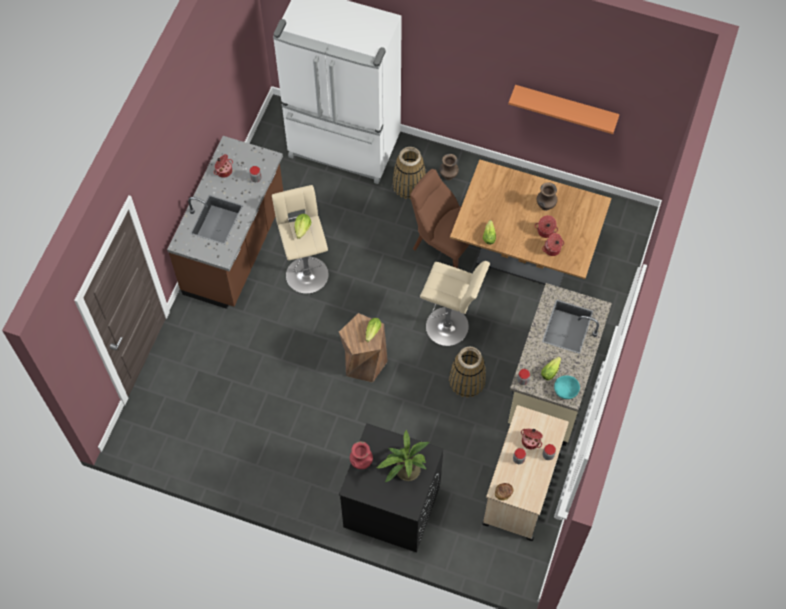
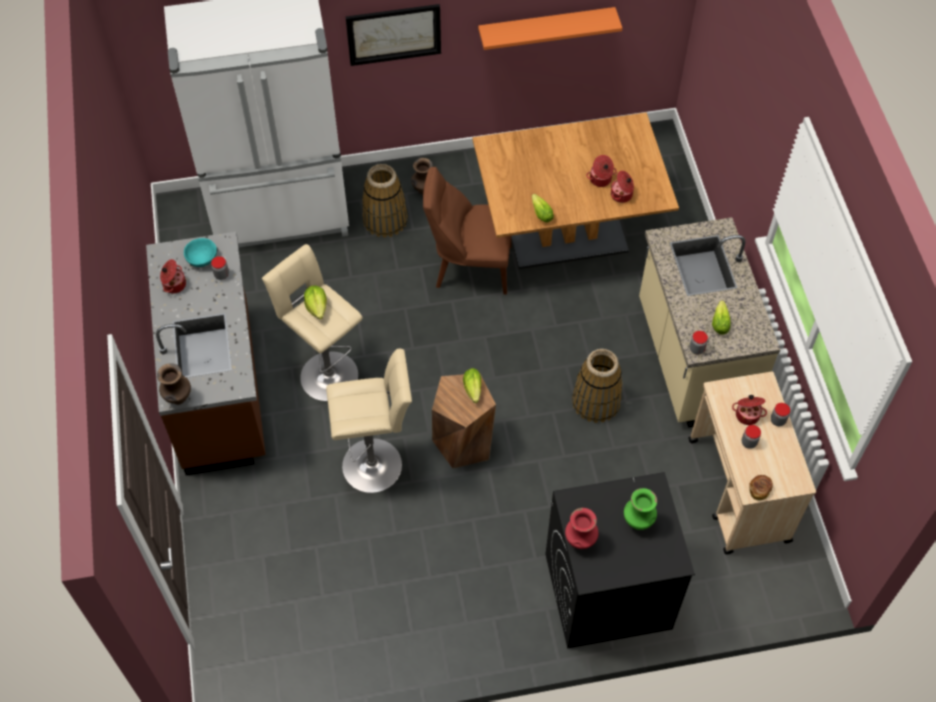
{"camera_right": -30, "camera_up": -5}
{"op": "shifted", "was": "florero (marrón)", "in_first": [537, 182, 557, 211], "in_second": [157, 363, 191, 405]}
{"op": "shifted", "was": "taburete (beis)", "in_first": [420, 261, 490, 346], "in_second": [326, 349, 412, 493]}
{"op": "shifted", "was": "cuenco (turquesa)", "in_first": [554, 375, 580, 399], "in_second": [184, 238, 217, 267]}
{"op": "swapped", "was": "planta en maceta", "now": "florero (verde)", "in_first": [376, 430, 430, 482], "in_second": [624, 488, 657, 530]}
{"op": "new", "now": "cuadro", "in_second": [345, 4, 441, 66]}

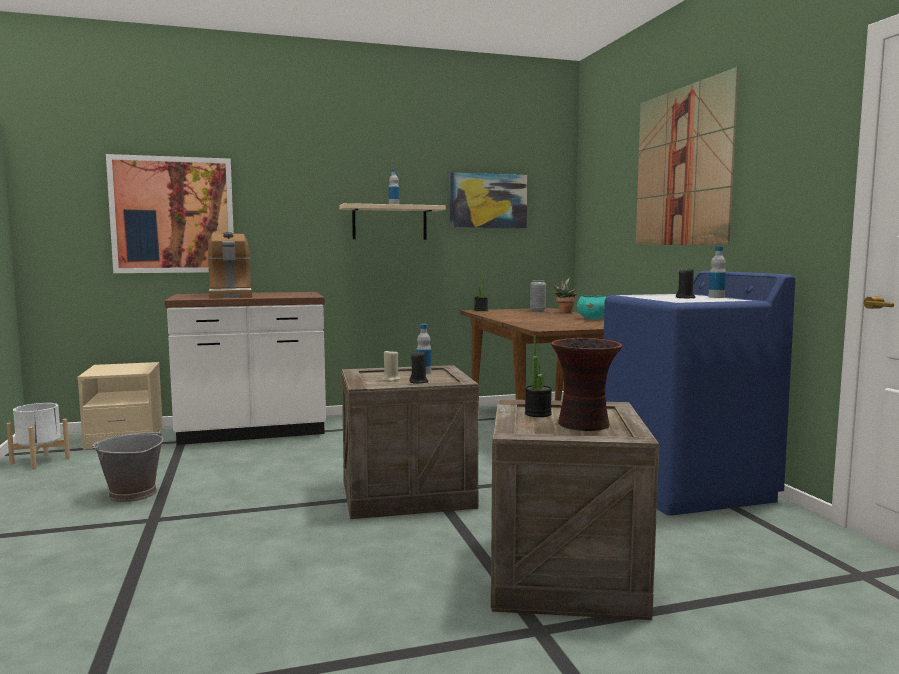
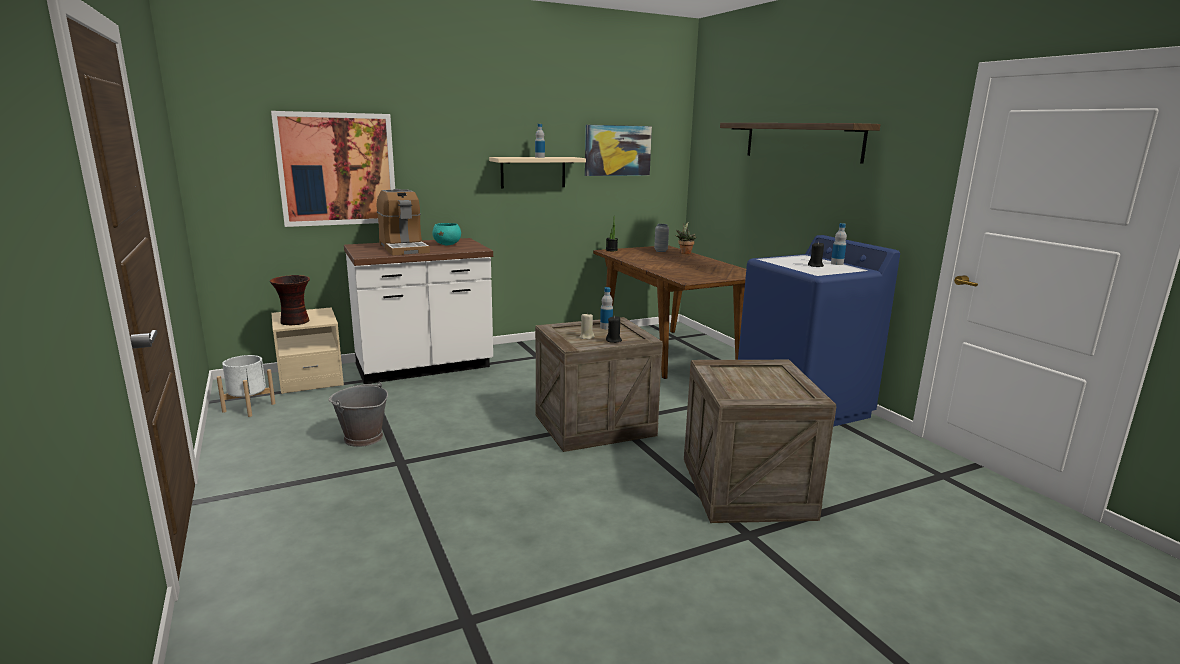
{"camera_right": -10, "camera_up": 10}
{"op": "swapped", "was": "cuadro", "now": "estante", "in_first": [636, 67, 739, 245], "in_second": [720, 123, 881, 164]}
{"op": "shifted", "was": "cuenco (turquesa)", "in_first": [577, 296, 606, 320], "in_second": [432, 223, 461, 245]}
{"op": "gone", "was": "planta en maceta", "in_first": [525, 335, 552, 417]}
{"op": "shifted", "was": "florero", "in_first": [551, 338, 622, 431], "in_second": [270, 275, 310, 325]}

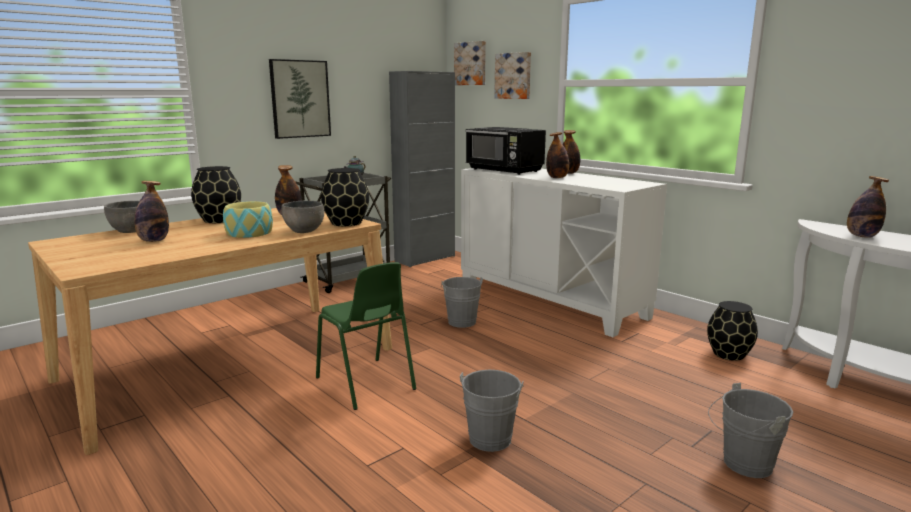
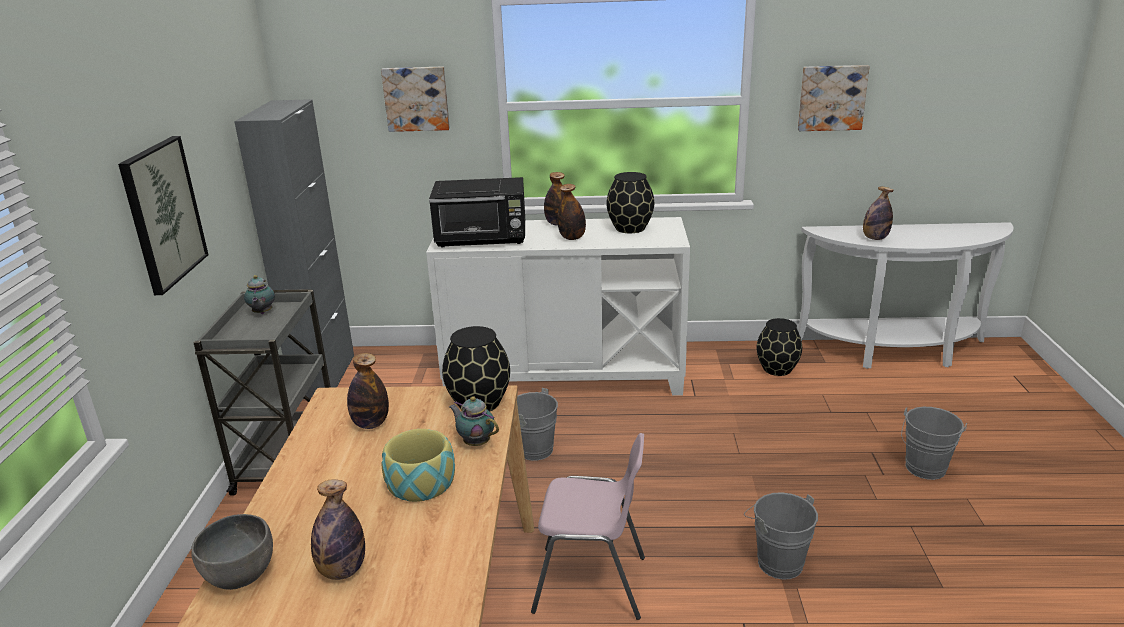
{"camera_right": -45, "camera_up": 10}
{"op": "shifted", "was": "cuadro", "in_first": [454, 41, 486, 85], "in_second": [798, 65, 870, 131]}
{"op": "shifted", "was": "florero (negro)", "in_first": [191, 166, 241, 223], "in_second": [606, 172, 654, 233]}
{"op": "swapped", "was": "cuenco (gris)", "now": "tetera", "in_first": [281, 201, 324, 233], "in_second": [449, 396, 499, 446]}
{"op": "repainted", "was": "silla (verde)", "now": "silla (rosa)", "in_first": [316, 262, 416, 410], "in_second": [531, 433, 645, 620]}

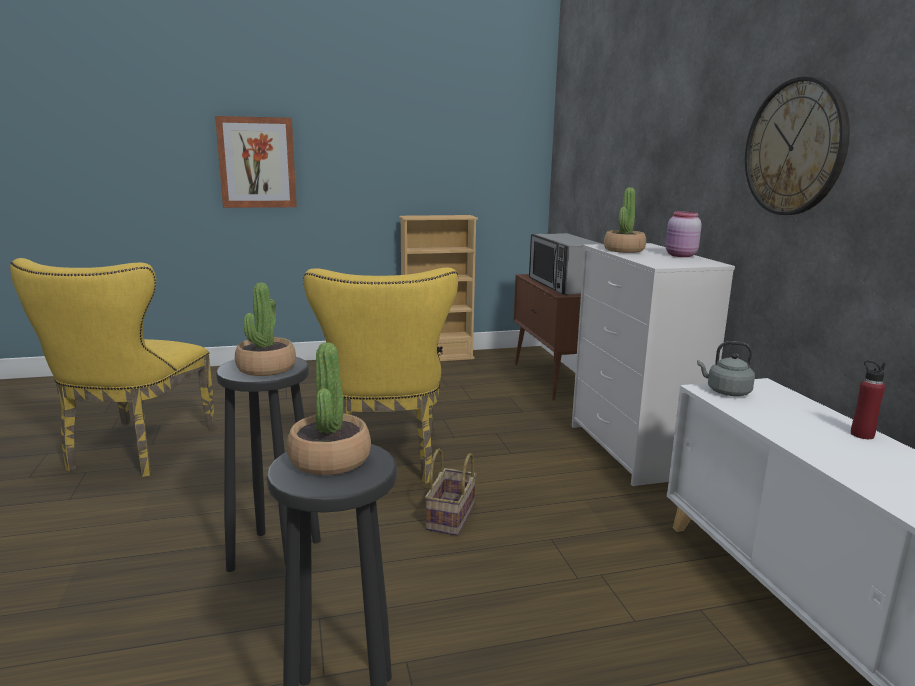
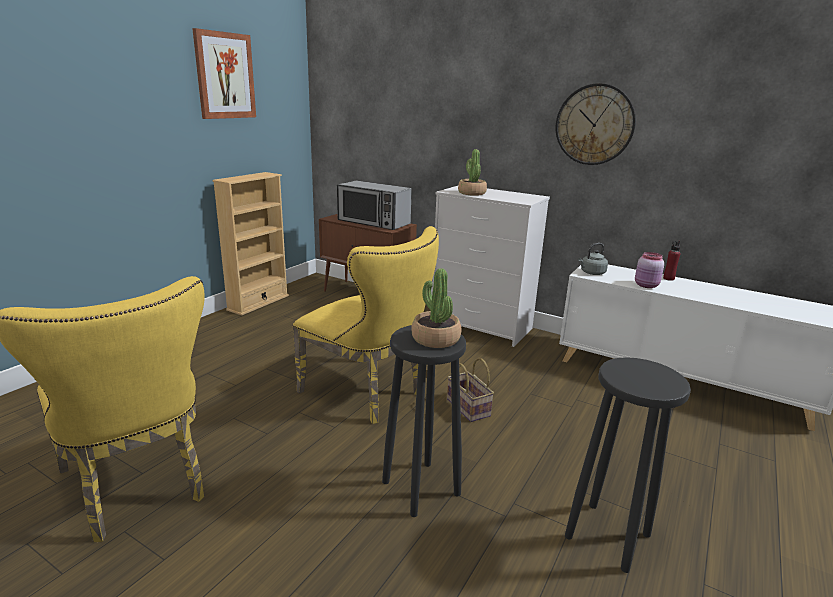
{"camera_right": -45, "camera_up": 5}
{"op": "shifted", "was": "cuadro", "in_first": [215, 116, 297, 208], "in_second": [192, 28, 256, 119]}
{"op": "shifted", "was": "tarro (rosa)", "in_first": [666, 211, 702, 257], "in_second": [635, 252, 664, 288]}
{"op": "gone", "was": "planta en maceta", "in_first": [287, 342, 371, 475]}

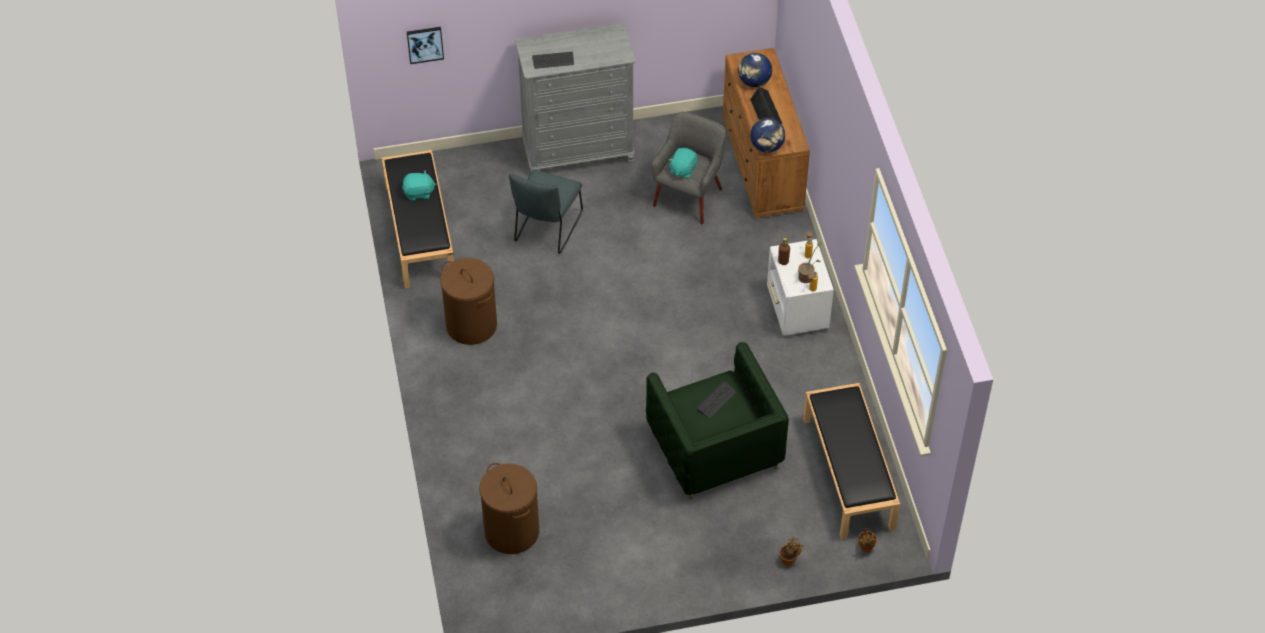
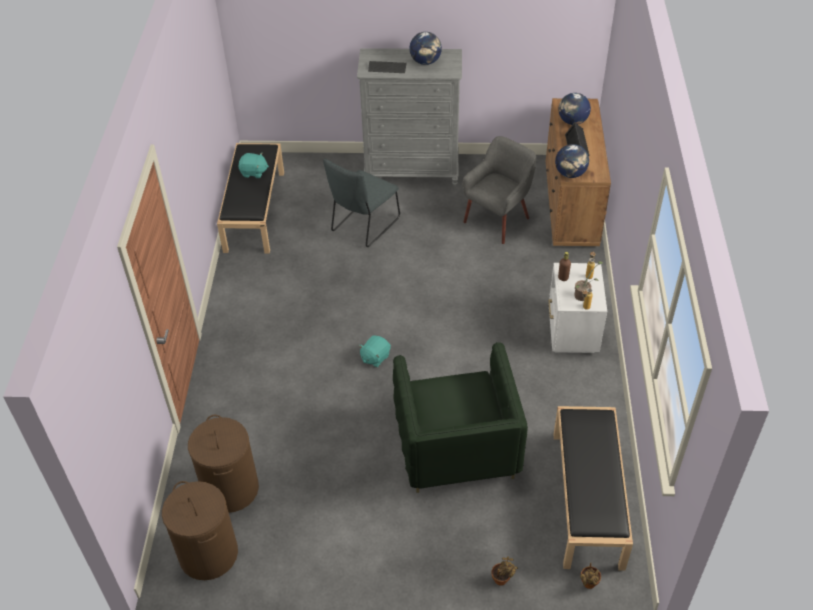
{"camera_right": 15, "camera_up": -5}
{"op": "gone", "was": "cuadro", "in_first": [407, 27, 444, 64]}
{"op": "shifted", "was": "peluche (turquesa)", "in_first": [668, 148, 697, 178], "in_second": [359, 335, 391, 367]}
{"op": "shifted", "was": "cesto de la ropa (marrón)", "in_first": [440, 258, 497, 345], "in_second": [162, 481, 238, 580]}
{"op": "gone", "was": "teclado", "in_first": [697, 381, 736, 418]}
{"op": "new", "now": "globo terráqueo", "in_second": [409, 32, 442, 65]}

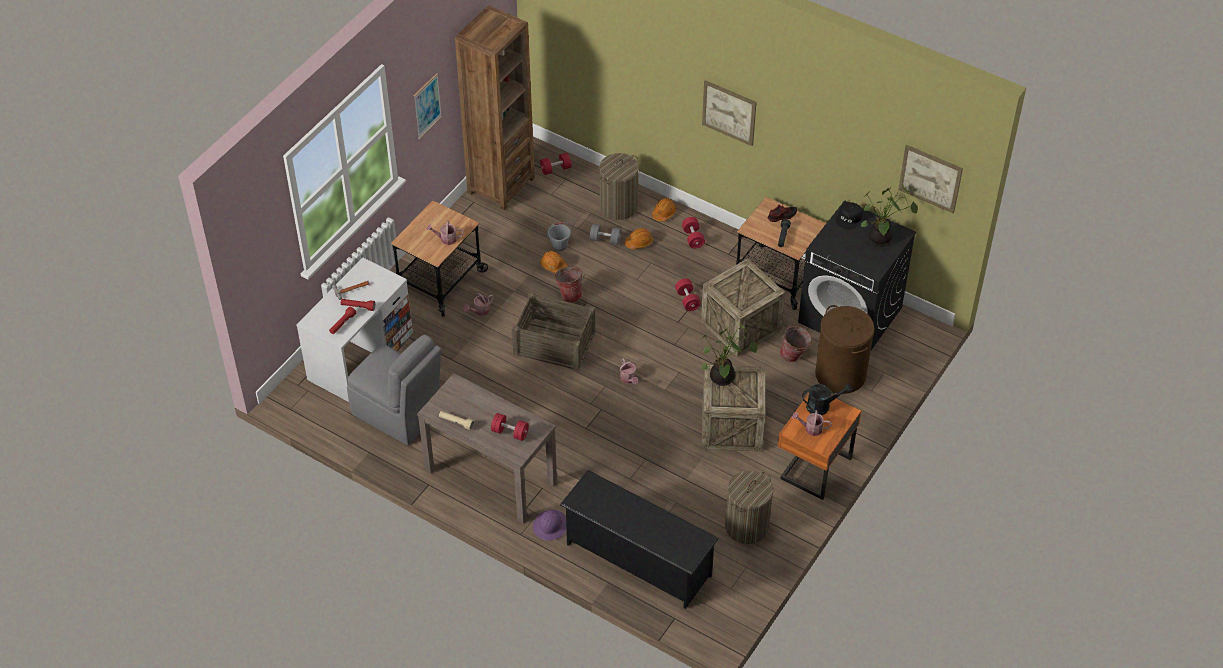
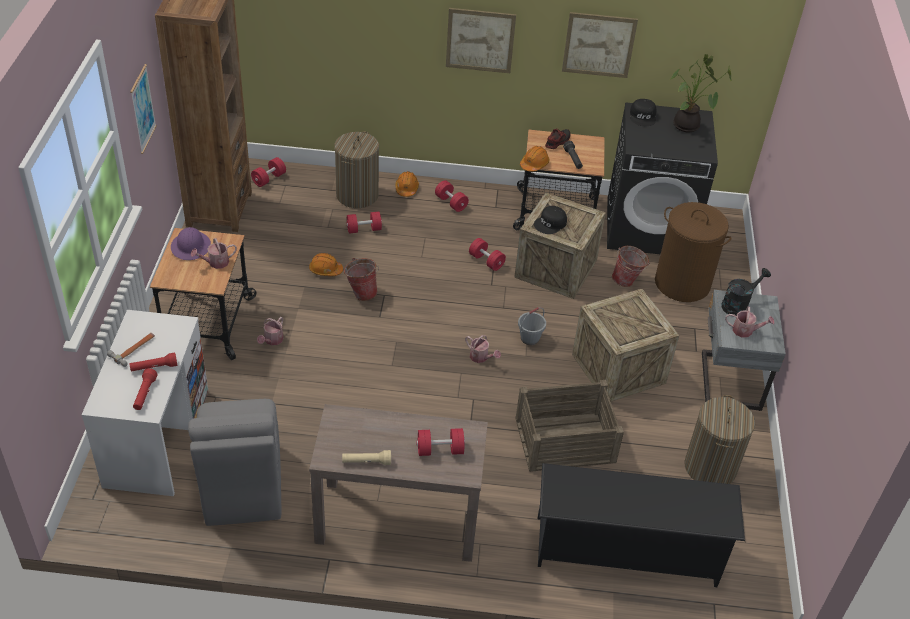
{"camera_right": -30, "camera_up": -5}
{"op": "shifted", "was": "cuadro", "in_first": [898, 145, 963, 213], "in_second": [562, 12, 638, 78]}
{"op": "shifted", "was": "cubo (gris)", "in_first": [547, 222, 572, 251], "in_second": [518, 307, 546, 345]}
{"op": "repainted", "was": "mancuerna (gris)", "now": "mancuerna (rojo)", "in_first": [590, 224, 621, 245], "in_second": [347, 212, 382, 234]}
{"op": "shifted", "was": "casco (naranja)", "in_first": [625, 228, 653, 249], "in_second": [520, 146, 549, 172]}
{"op": "shifted", "was": "caja de embalaje", "in_first": [512, 292, 596, 370], "in_second": [515, 380, 624, 472]}
{"op": "gone", "was": "planta en maceta", "in_first": [701, 323, 758, 386]}
{"op": "rotated", "was": "silla (gris)", "in_first": [347, 335, 442, 445], "in_second": [188, 399, 281, 526], "clockwise": 75}
{"op": "repainted", "was": "mesita de noche (naranja)", "now": "mesita de noche (gris)", "in_first": [778, 393, 861, 500], "in_second": [702, 290, 786, 411]}
{"op": "rotated", "was": "regadera", "in_first": [792, 410, 832, 436], "in_second": [725, 306, 774, 338], "clockwise": -150}
{"op": "shifted", "was": "casco (morado)", "in_first": [533, 510, 566, 541], "in_second": [171, 227, 211, 260]}
{"op": "new", "now": "gorra (negro)", "in_second": [534, 206, 567, 234]}

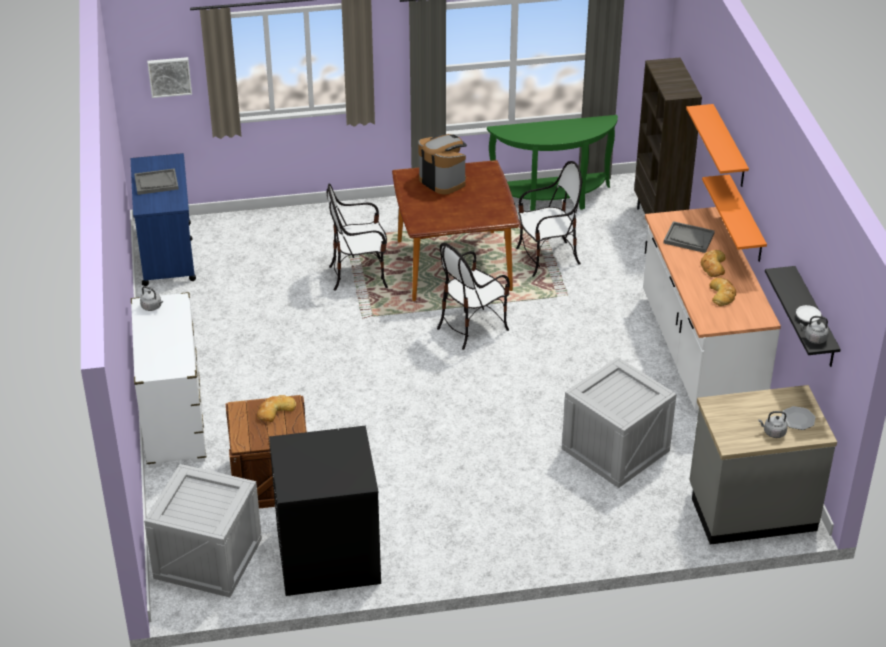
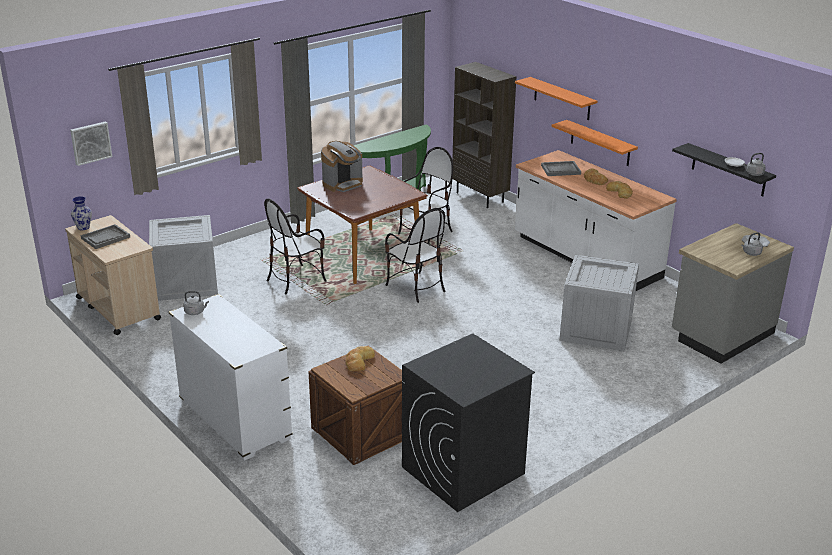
{"camera_right": -30, "camera_up": -10}
{"op": "rotated", "was": "cafetera", "in_first": [418, 134, 467, 195], "in_second": [321, 141, 363, 192], "clockwise": 120}
{"op": "repainted", "was": "carrito (azul)", "now": "carrito (beis)", "in_first": [131, 153, 196, 286], "in_second": [65, 215, 161, 335]}
{"op": "rotated", "was": "silla", "in_first": [437, 243, 510, 350], "in_second": [385, 208, 445, 303], "clockwise": -60}
{"op": "shifted", "was": "caja de embalaje", "in_first": [144, 464, 262, 598], "in_second": [149, 215, 218, 301]}
{"op": "new", "now": "florero", "in_second": [71, 196, 92, 230]}

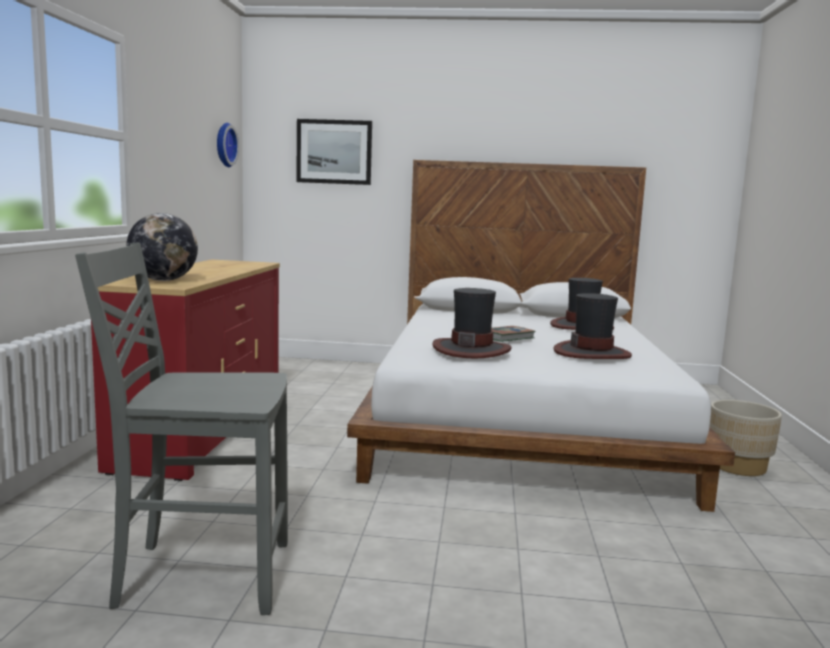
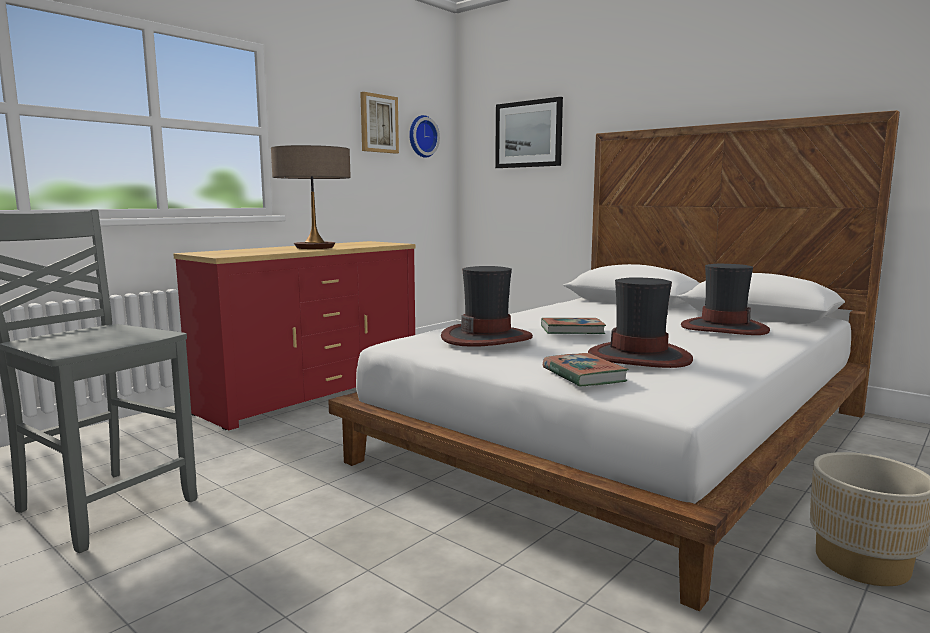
{"camera_right": 35, "camera_up": 0}
{"op": "gone", "was": "globo terráqueo", "in_first": [126, 213, 198, 281]}
{"op": "new", "now": "cuadro", "in_second": [360, 92, 399, 154]}
{"op": "new", "now": "lámpara de mesa", "in_second": [271, 145, 351, 249]}
{"op": "new", "now": "libro", "in_second": [543, 353, 629, 387]}

